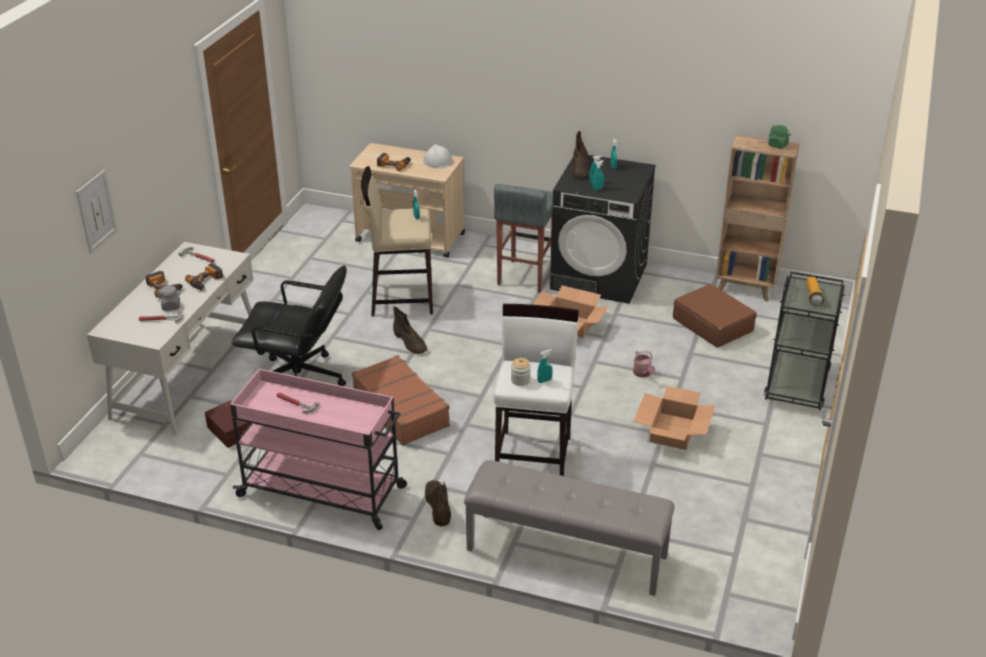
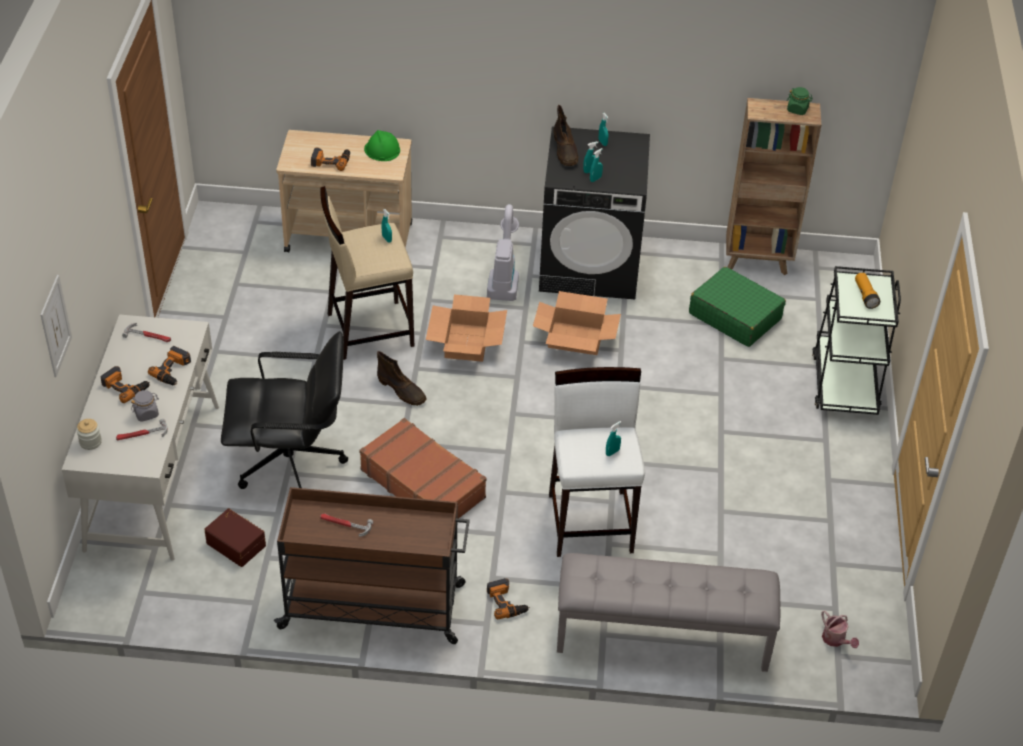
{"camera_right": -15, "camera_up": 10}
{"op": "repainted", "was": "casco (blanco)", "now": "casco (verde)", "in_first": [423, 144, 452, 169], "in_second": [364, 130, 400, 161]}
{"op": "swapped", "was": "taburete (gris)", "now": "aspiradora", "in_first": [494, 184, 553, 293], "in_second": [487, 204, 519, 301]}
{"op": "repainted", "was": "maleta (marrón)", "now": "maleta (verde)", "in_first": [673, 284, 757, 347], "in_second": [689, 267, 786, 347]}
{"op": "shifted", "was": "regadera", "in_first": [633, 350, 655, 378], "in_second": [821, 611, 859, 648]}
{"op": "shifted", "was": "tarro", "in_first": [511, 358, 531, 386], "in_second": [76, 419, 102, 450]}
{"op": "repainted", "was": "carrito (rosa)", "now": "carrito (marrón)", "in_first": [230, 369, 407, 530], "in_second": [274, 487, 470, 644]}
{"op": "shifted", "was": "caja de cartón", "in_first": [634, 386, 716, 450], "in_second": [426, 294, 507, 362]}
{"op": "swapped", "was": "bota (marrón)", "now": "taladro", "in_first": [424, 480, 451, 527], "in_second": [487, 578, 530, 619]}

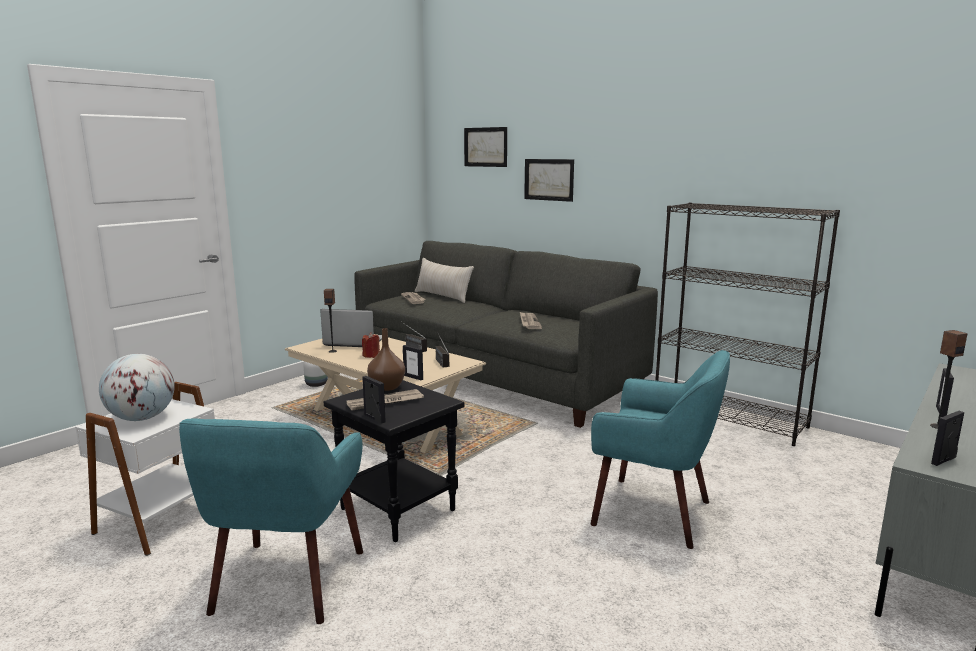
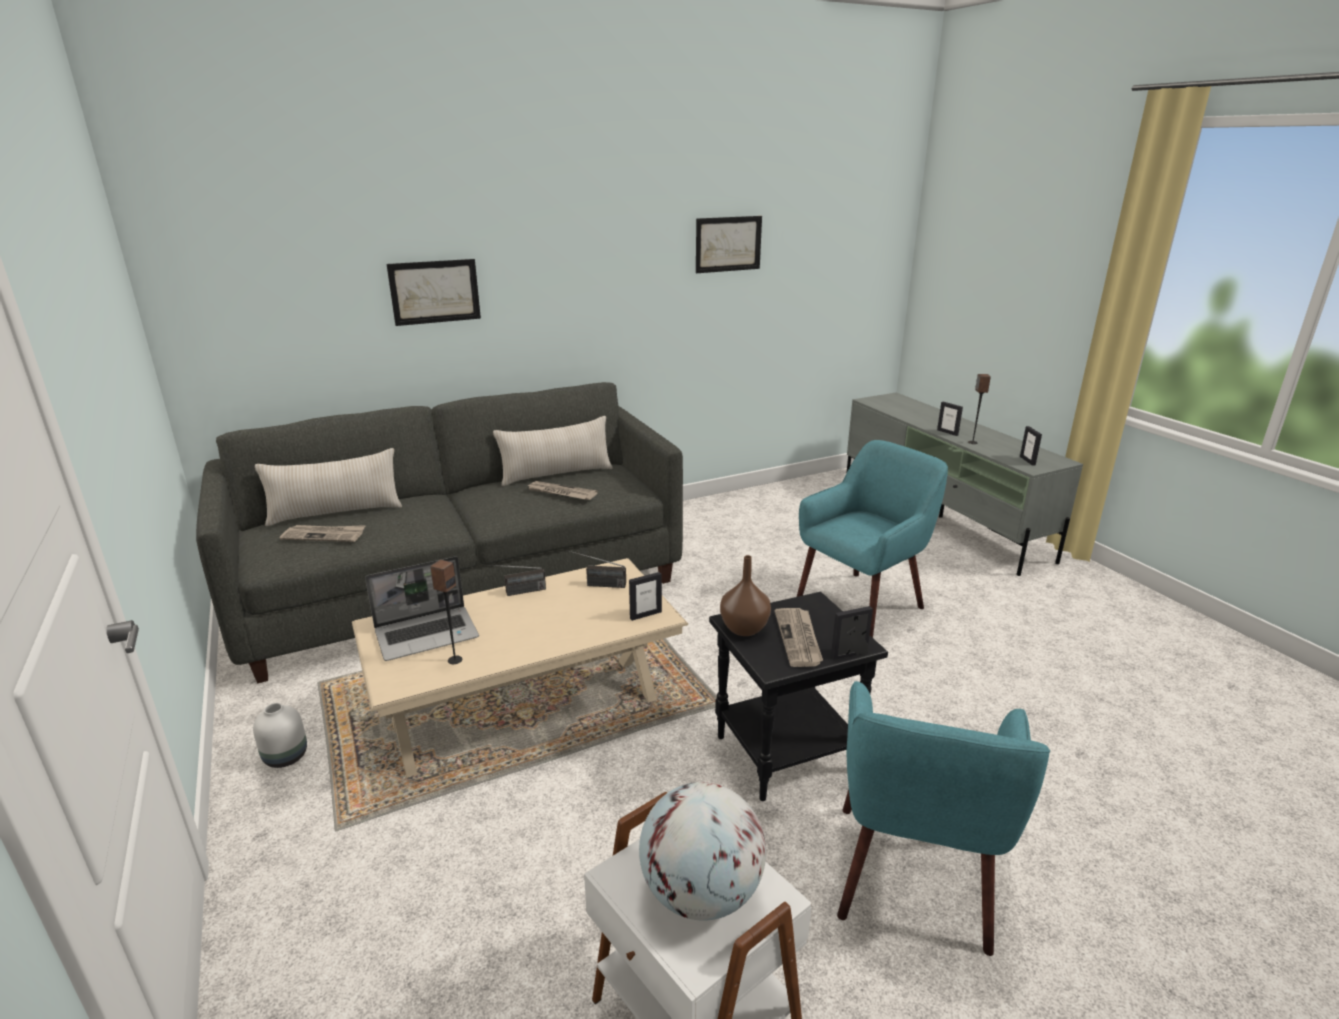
{"camera_right": -65, "camera_up": 10}
{"op": "shifted", "was": "cuadro", "in_first": [464, 127, 507, 167], "in_second": [696, 216, 762, 273]}
{"op": "gone", "was": "estantería (negro)", "in_first": [655, 202, 840, 446]}
{"op": "rotated", "was": "portátil", "in_first": [320, 309, 382, 347], "in_second": [365, 556, 479, 661], "clockwise": -150}
{"op": "gone", "was": "vela (rojo)", "in_first": [362, 332, 380, 358]}
{"op": "rotated", "was": "sillón (turquesa)", "in_first": [179, 418, 363, 624], "in_second": [837, 681, 1050, 956], "clockwise": 75}
{"op": "new", "now": "cojín (beis)", "in_second": [493, 416, 613, 486]}

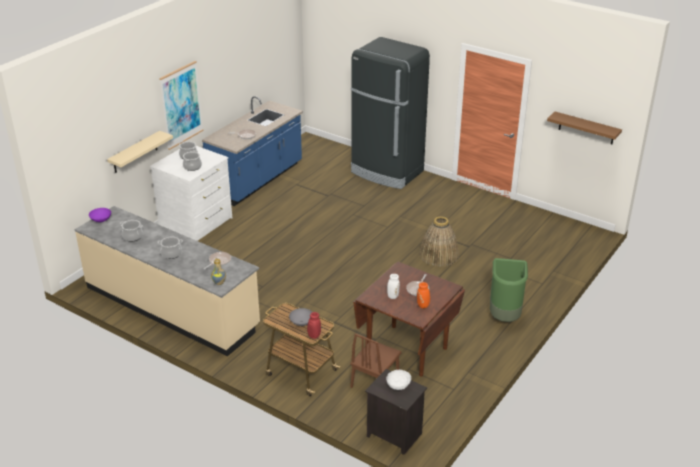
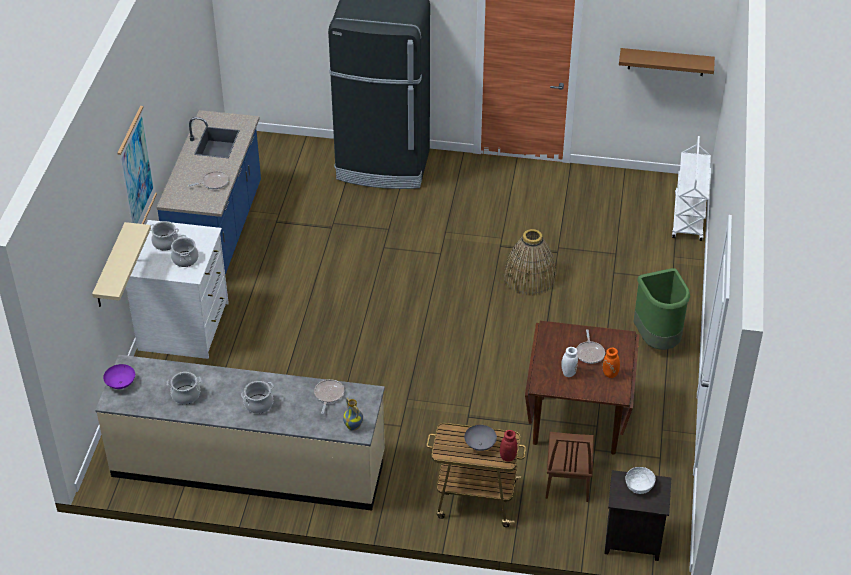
{"camera_right": -25, "camera_up": 10}
{"op": "new", "now": "carrito (blanco)", "in_second": [672, 136, 711, 241]}

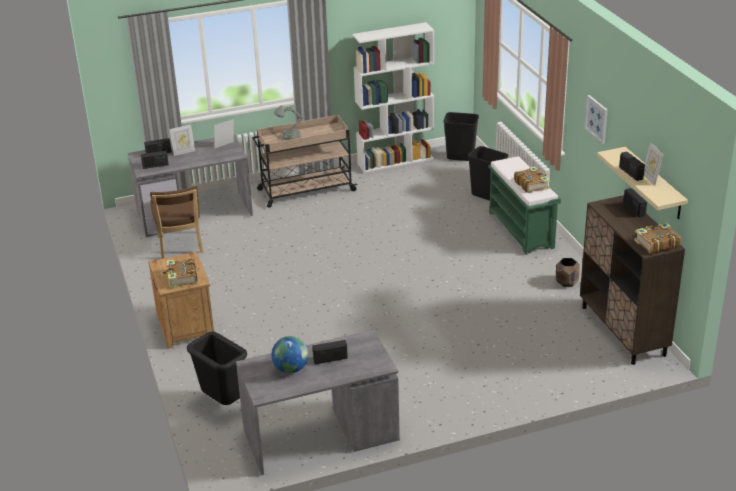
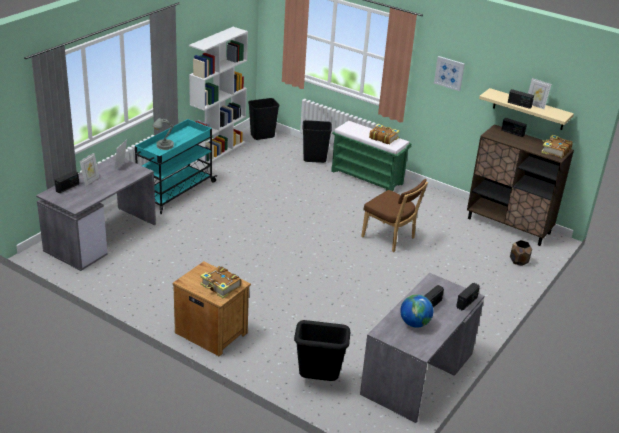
{"camera_right": -40, "camera_up": 0}
{"op": "repainted", "was": "carrito (beis)", "now": "carrito (turquesa)", "in_first": [252, 115, 357, 208], "in_second": [135, 119, 217, 214]}
{"op": "shifted", "was": "radio", "in_first": [141, 151, 169, 169], "in_second": [456, 283, 480, 310]}
{"op": "shifted", "was": "silla (marrón)", "in_first": [150, 186, 203, 259], "in_second": [361, 179, 428, 252]}
{"op": "shifted", "was": "maceta (marrón)", "in_first": [556, 258, 580, 287], "in_second": [510, 240, 532, 266]}

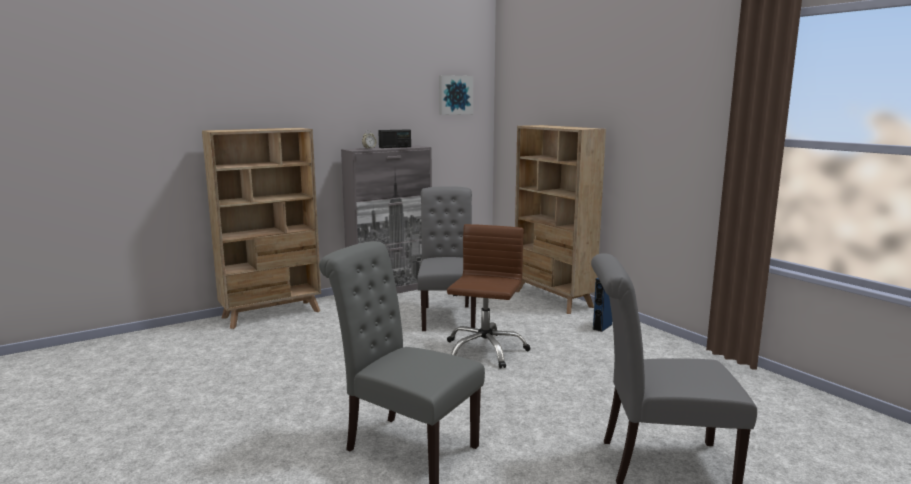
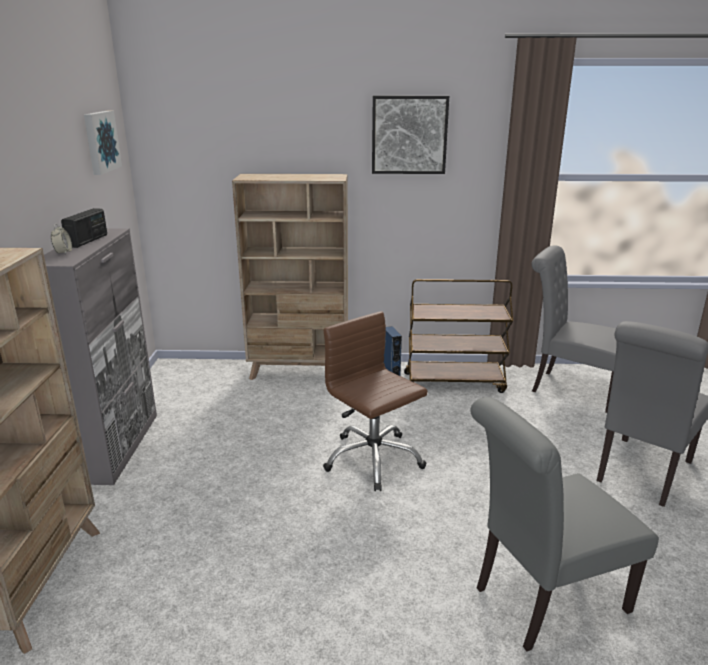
{"camera_right": -55, "camera_up": 10}
{"op": "shifted", "was": "silla (gris)", "in_first": [417, 186, 476, 331], "in_second": [531, 245, 617, 413]}
{"op": "new", "now": "cuadro", "in_second": [372, 96, 449, 174]}
{"op": "new", "now": "carrito (marrón)", "in_second": [404, 279, 513, 393]}

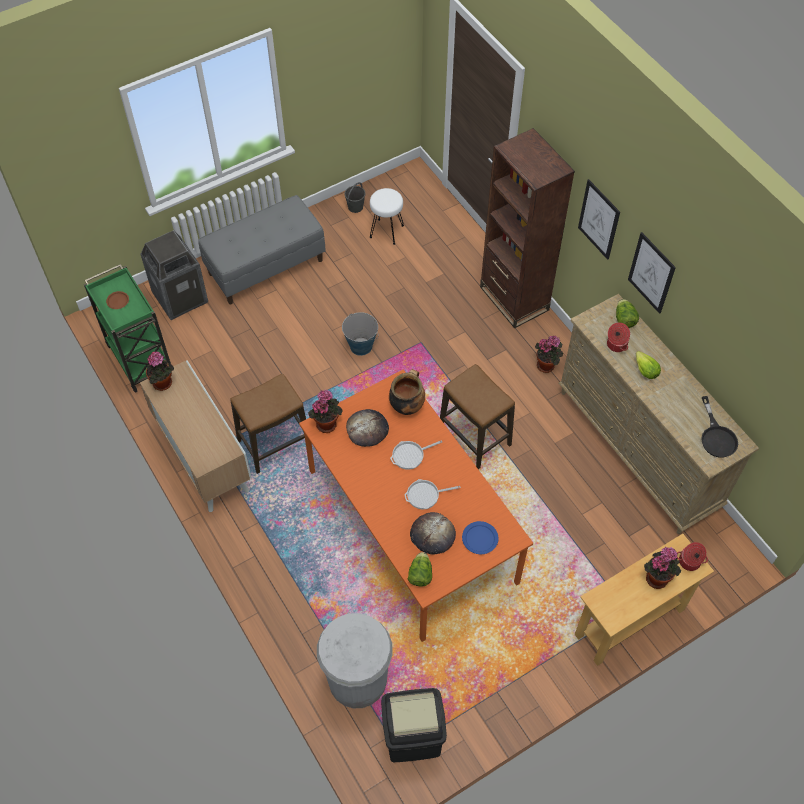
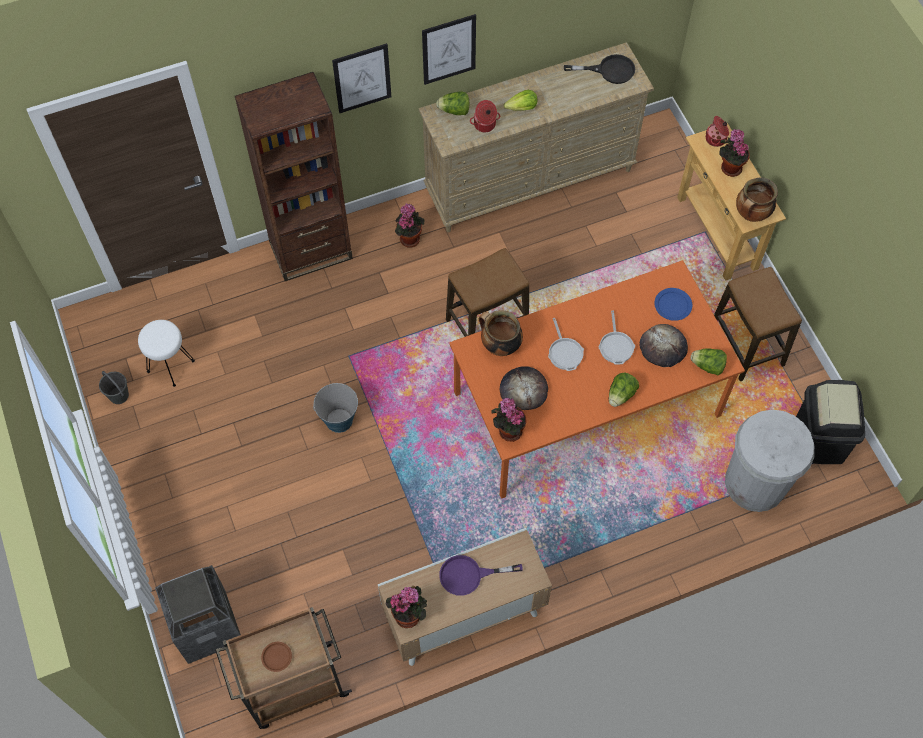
{"camera_right": -80, "camera_up": 5}
{"op": "gone", "was": "banco (gris)", "in_first": [198, 195, 326, 304]}
{"op": "repainted", "was": "carrito (verde)", "now": "carrito (marrón)", "in_first": [84, 264, 171, 393], "in_second": [215, 607, 352, 729]}
{"op": "shifted", "was": "taburete", "in_first": [230, 374, 306, 474], "in_second": [714, 267, 802, 381]}
{"op": "new", "now": "olla", "in_second": [736, 177, 778, 222]}
{"op": "new", "now": "lechuga", "in_second": [609, 373, 639, 407]}
{"op": "new", "now": "sartén (morado)", "in_second": [439, 555, 523, 596]}

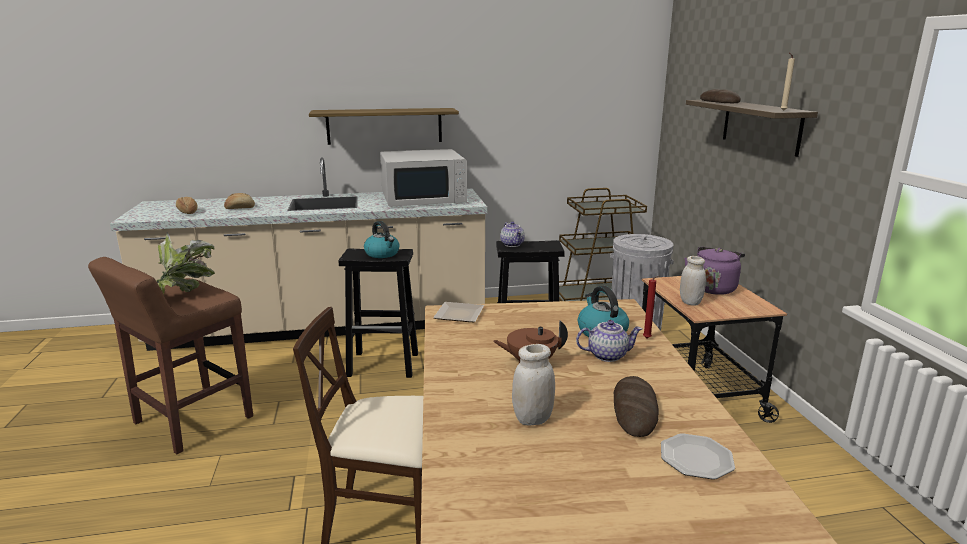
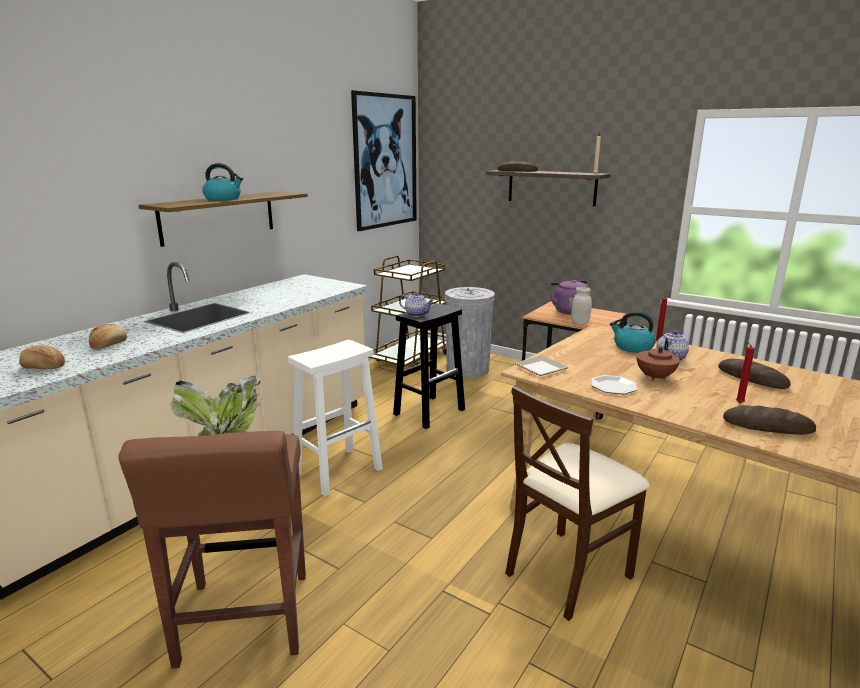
{"camera_right": -45, "camera_up": 0}
{"op": "gone", "was": "microondas (blanco)", "in_first": [380, 149, 467, 207]}
{"op": "shifted", "was": "hervidor", "in_first": [364, 221, 400, 258], "in_second": [202, 163, 243, 201]}
{"op": "repainted", "was": "taburete (negro)", "now": "taburete (blanco)", "in_first": [339, 248, 418, 378], "in_second": [288, 340, 383, 496]}
{"op": "swapped", "was": "tarro (blanco)", "now": "vela (rojo)", "in_first": [512, 344, 555, 426], "in_second": [736, 341, 755, 403]}
{"op": "shifted", "was": "plato", "in_first": [661, 433, 735, 480], "in_second": [591, 375, 637, 394]}
{"op": "new", "now": "cuadro", "in_second": [351, 90, 417, 231]}
{"op": "new", "now": "pan", "in_second": [723, 406, 816, 435]}

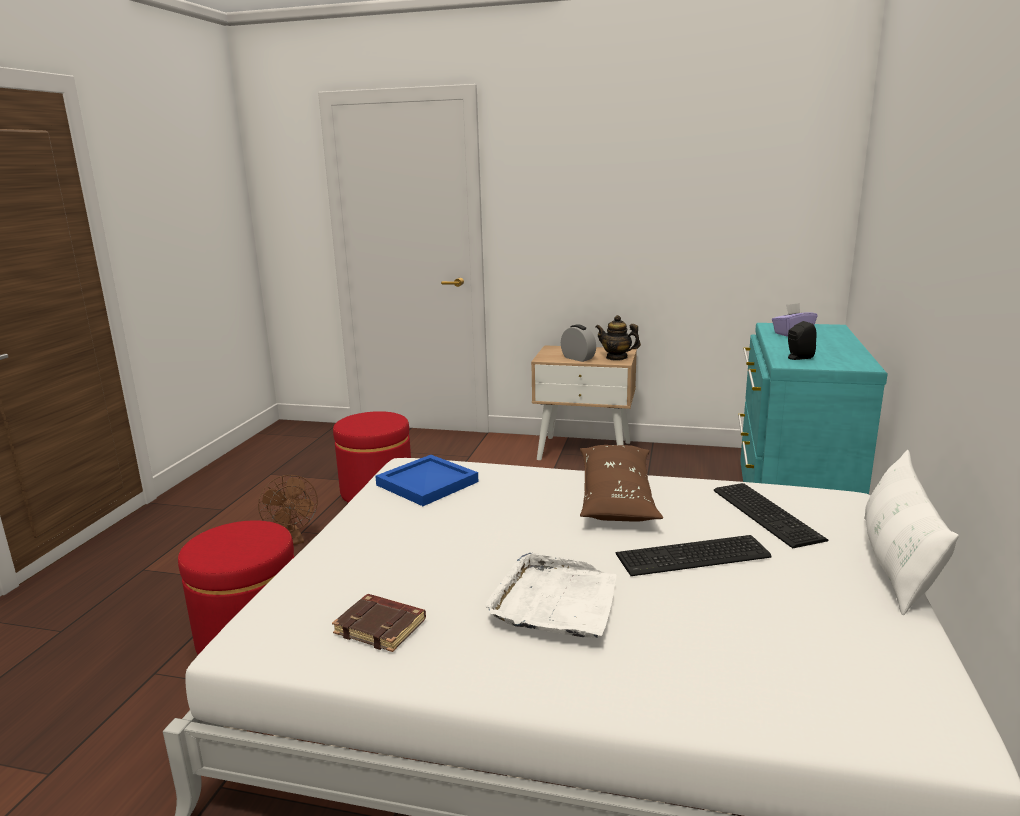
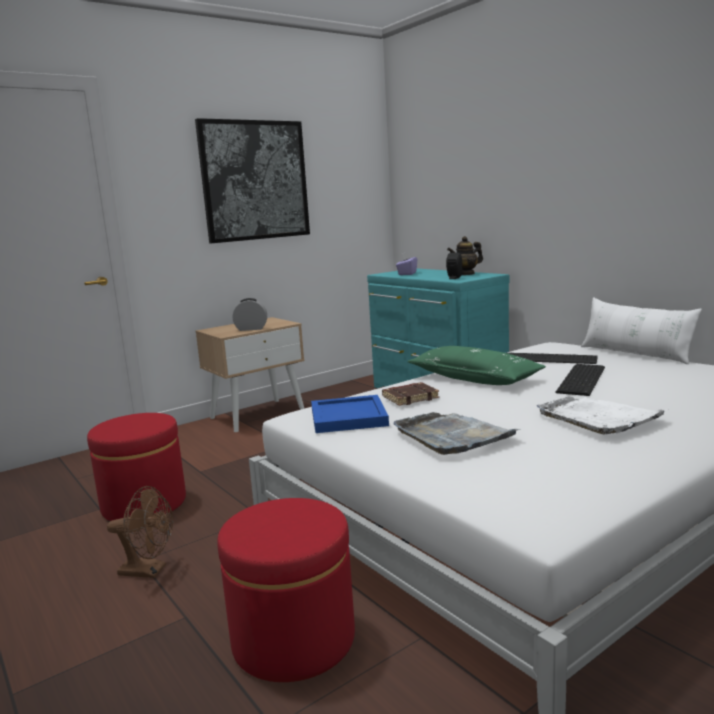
{"camera_right": -50, "camera_up": -5}
{"op": "shifted", "was": "tetera", "in_first": [596, 315, 641, 361], "in_second": [447, 236, 483, 275]}
{"op": "repainted", "was": "cojín (marrón)", "now": "cojín (verde)", "in_first": [580, 445, 663, 522], "in_second": [407, 346, 546, 385]}
{"op": "shifted", "was": "libro (marrón)", "in_first": [332, 594, 426, 652], "in_second": [382, 382, 439, 406]}
{"op": "new", "now": "cuadro", "in_second": [195, 118, 310, 243]}
{"op": "new", "now": "bandeja (gris)", "in_second": [393, 412, 521, 455]}

